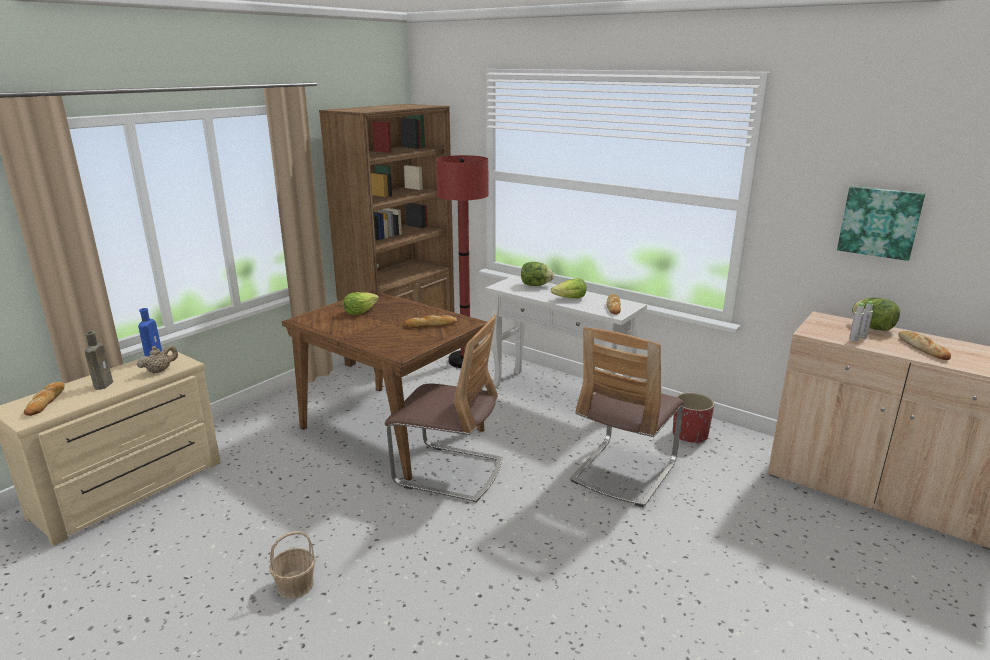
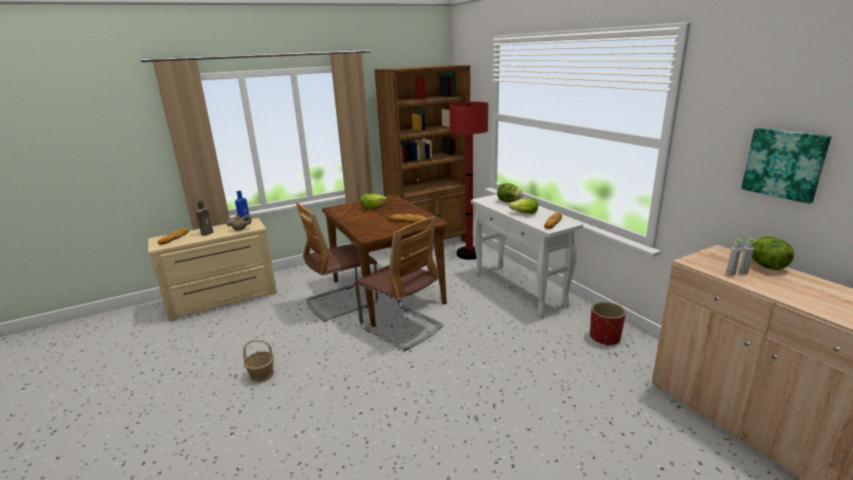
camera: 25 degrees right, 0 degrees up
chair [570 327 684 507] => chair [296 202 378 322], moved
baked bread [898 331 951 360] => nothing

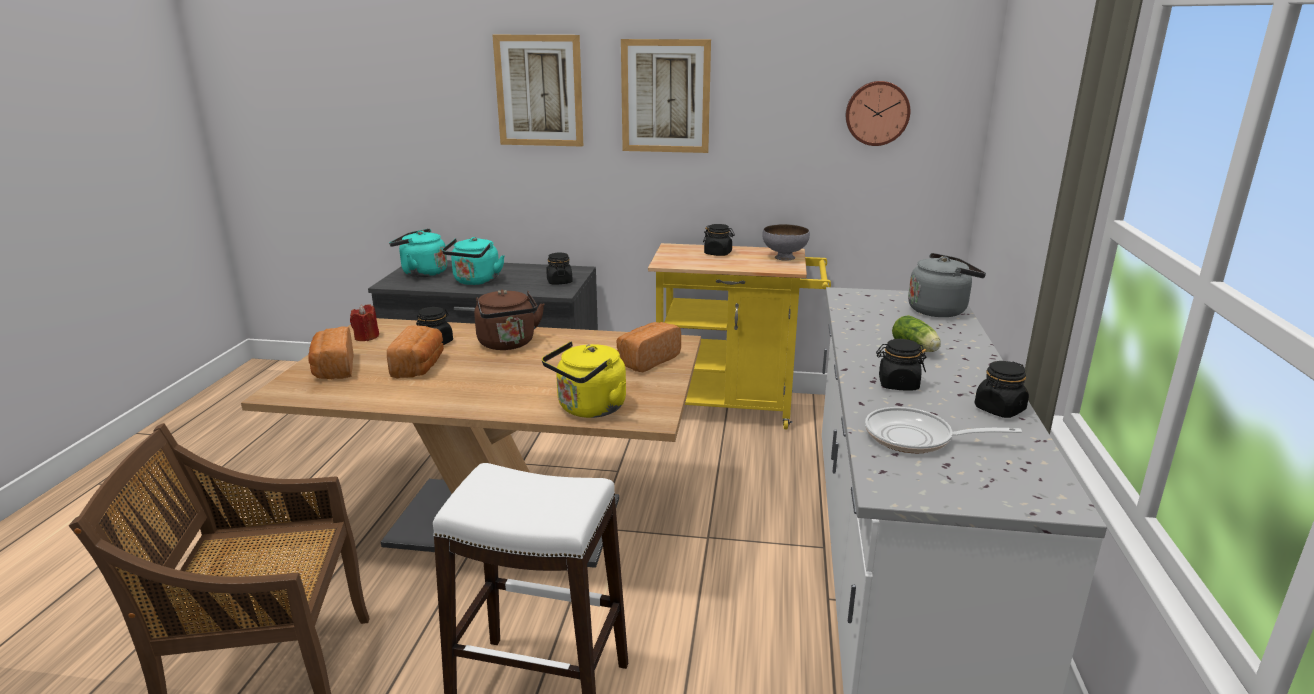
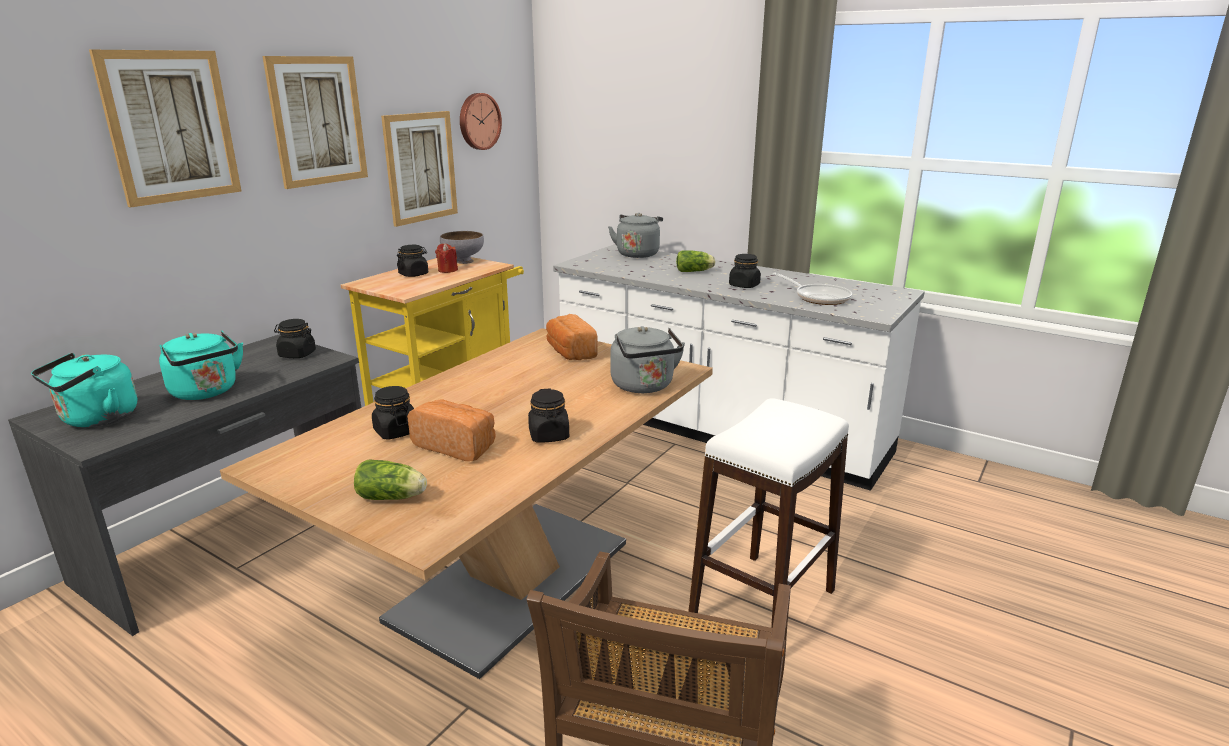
camera: 65 degrees left, 0 degrees up
brown water kettle [474 290 544 350] => nothing
reddish wax candle [350 304 379 341] => reddish wax candle [435 243 458 273], moved
baked bread [308 326 353 379] => head of lettuce [354 459 427 500]
yellow water kettle [542 341 626 418] => gray water kettle [610 326 685 393]
blackish storage jar [974 361 1029 418] => blackish storage jar [528 388 569 443], moved
skillet [865 407 1022 453] => skillet [772 272 852 305], 75 degrees counterclockwise
nothing => wall art [381 111 458 227]

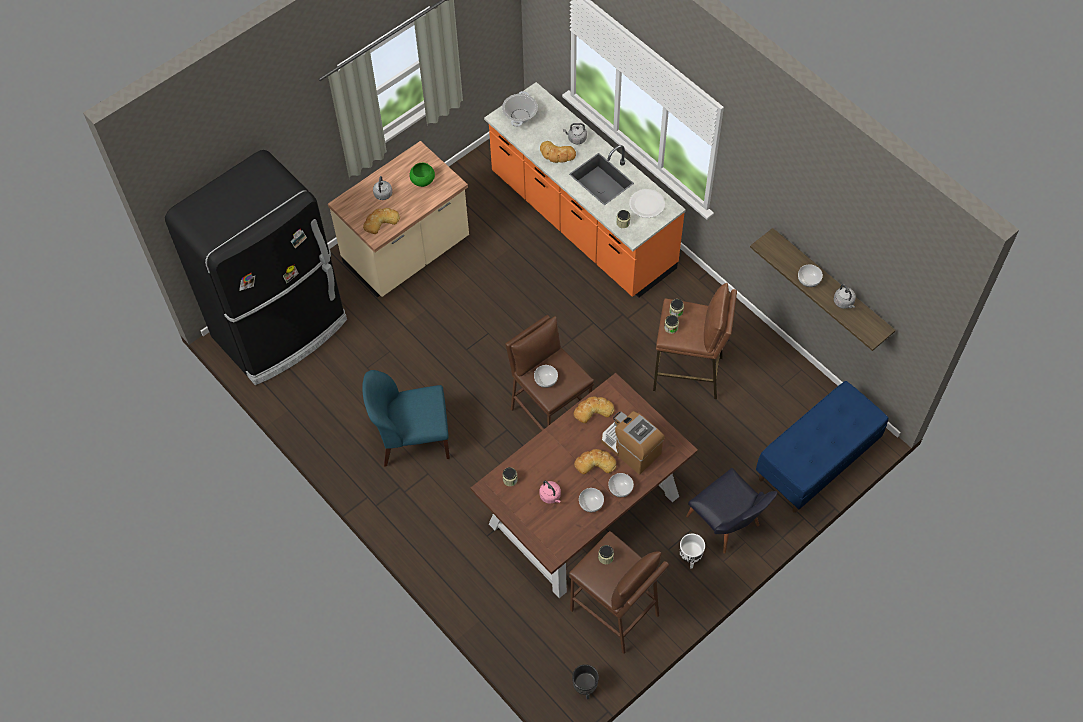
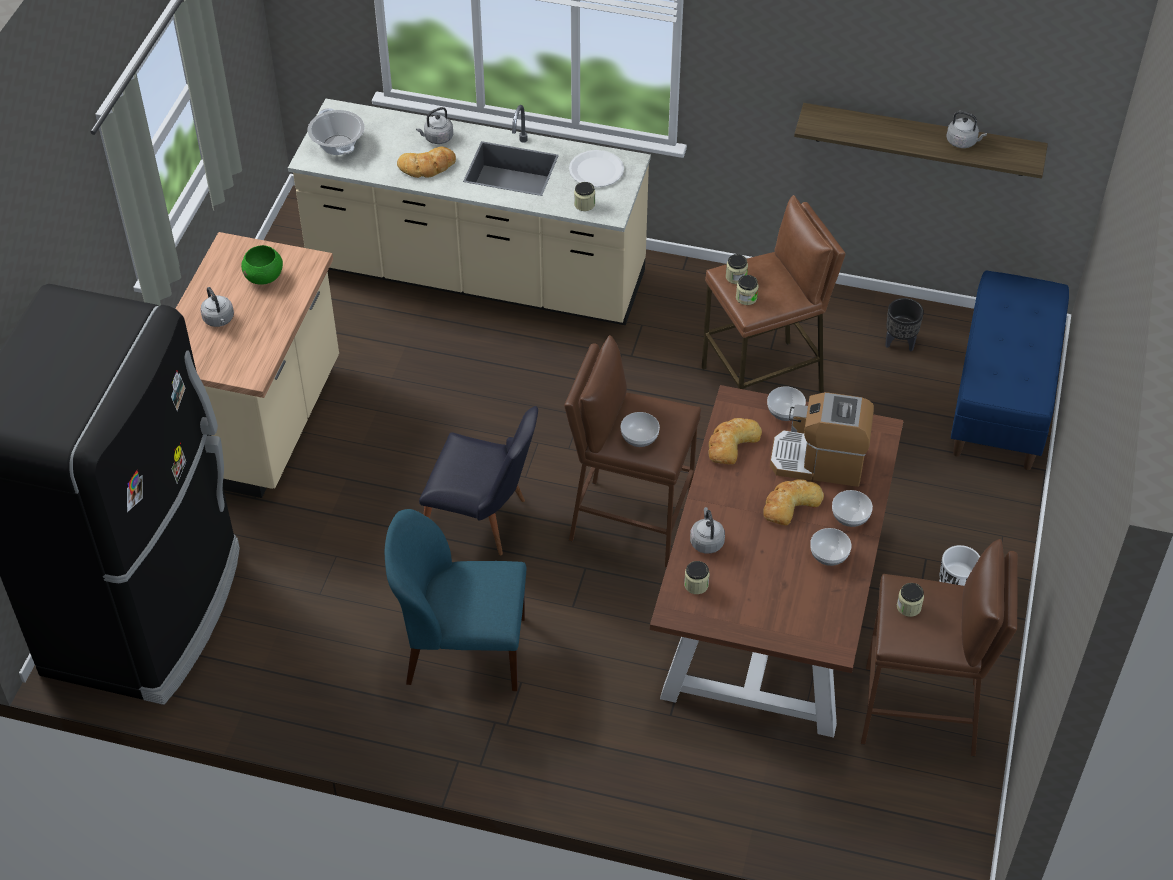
camera: 35 degrees left, 10 degrees down
orange kitchen base unit [484 82 686 297] => sand-coloured kitchen base unit [288 98 651 325]
baked bread [363 208 400 234] => nothing
serving bowl [798 265 823 287] => serving bowl [767 386 806 421], moved
blue-coloured chair [362 370 450 467] => blue-coloured chair [385 509 527 691], 45 degrees clockwise
blackish chair [686 468 778 554] => blackish chair [419 406 538 555], moved
pinkish water kettle [539 481 561 503] => nothing
blackish flower pot [572 664 599 699] => blackish flower pot [885 298 924 352], moved
nothing => gray water kettle [690 507 725 554]

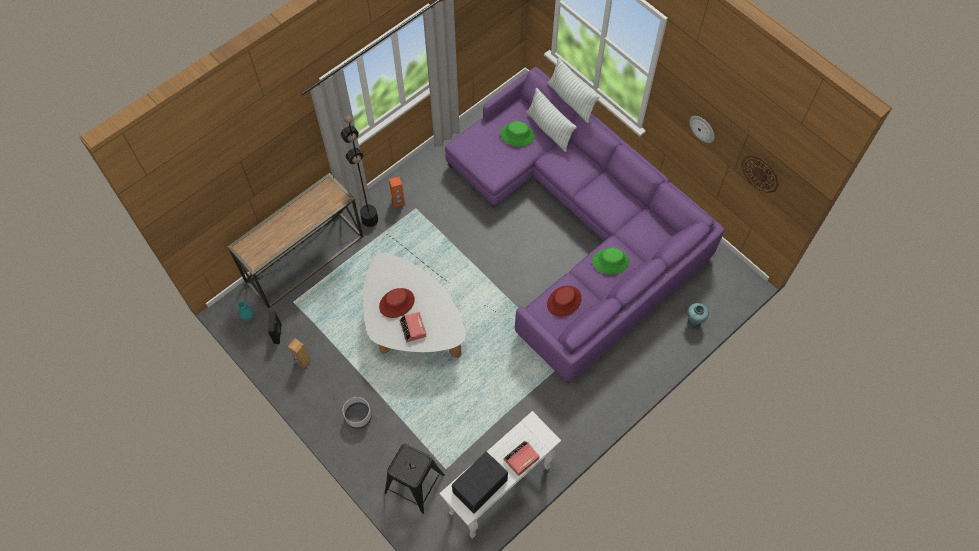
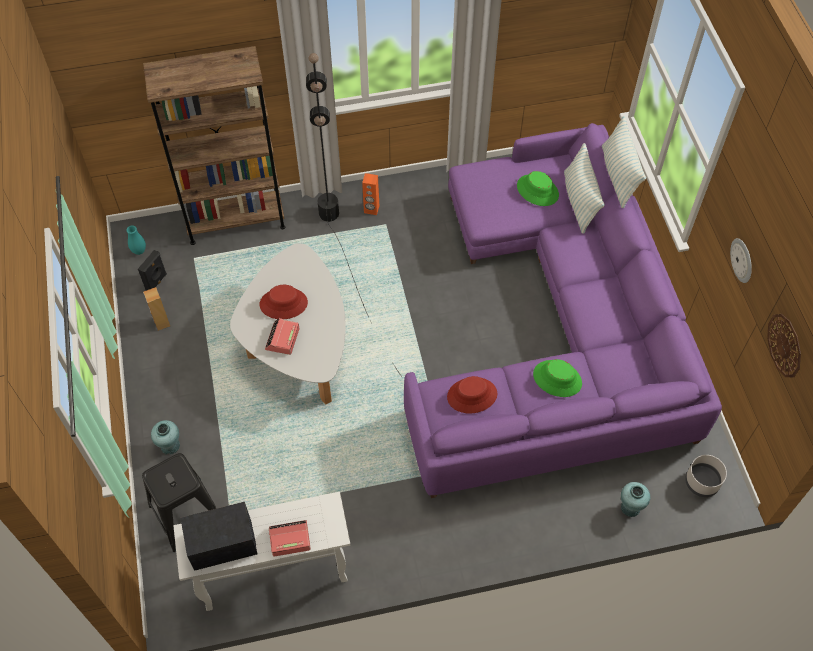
camera: 30 degrees right, 5 degrees down
narrow table [227 173 363 308] => brown shelving unit [143 46 285 245]
gray flower pot [343 397 372 429] => gray flower pot [685 455 727 497], moved
nothing => turquoise-coloured vase [151 420 180 455]

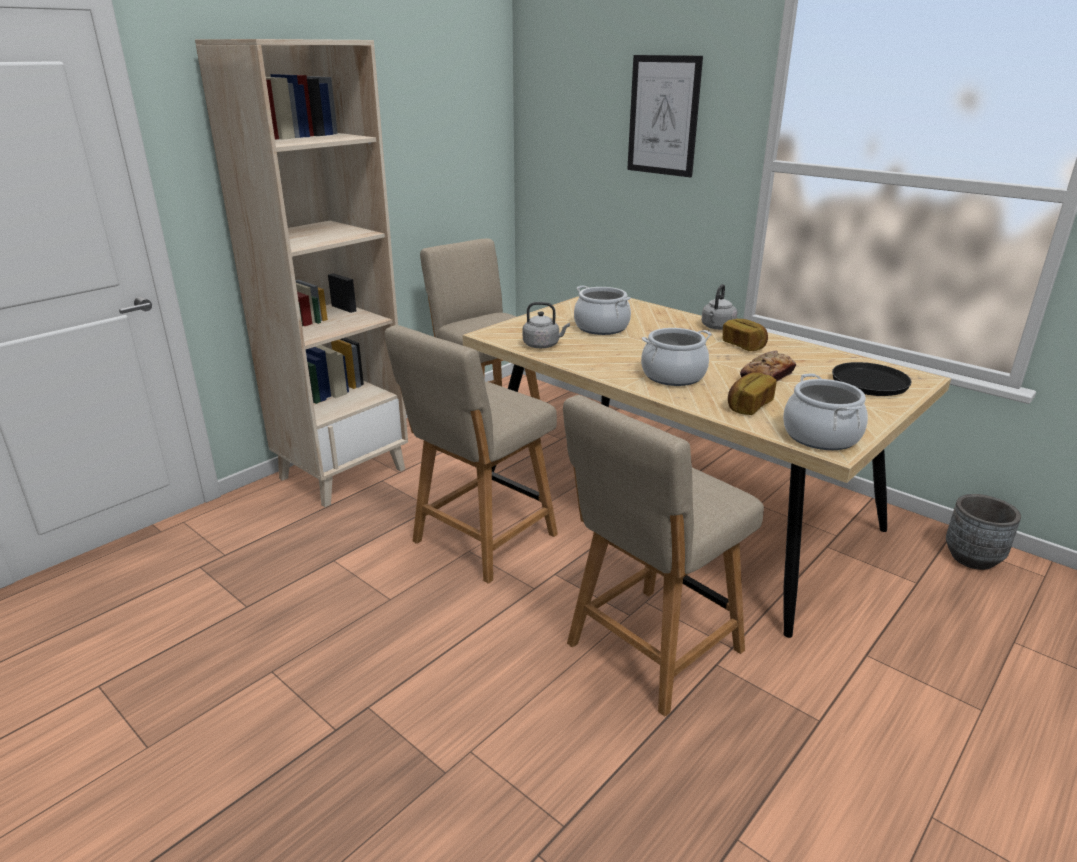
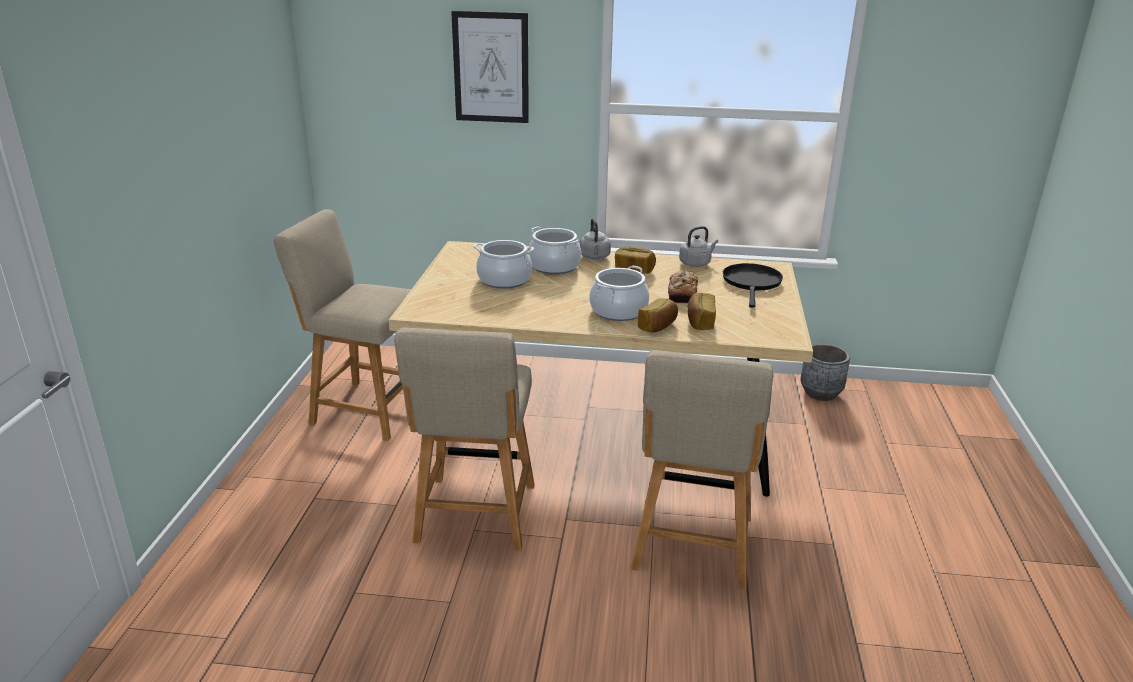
camera: 35 degrees left, 0 degrees up
sand-coloured shelving unit [195 39 408 507] => nothing
gray water kettle [523 302 570 348] => gray water kettle [679 226 718 267], moved
stockpot [783 374 868 450] => stockpot [528 226 581 274], moved
nothing => baked bread [638 298 678 333]

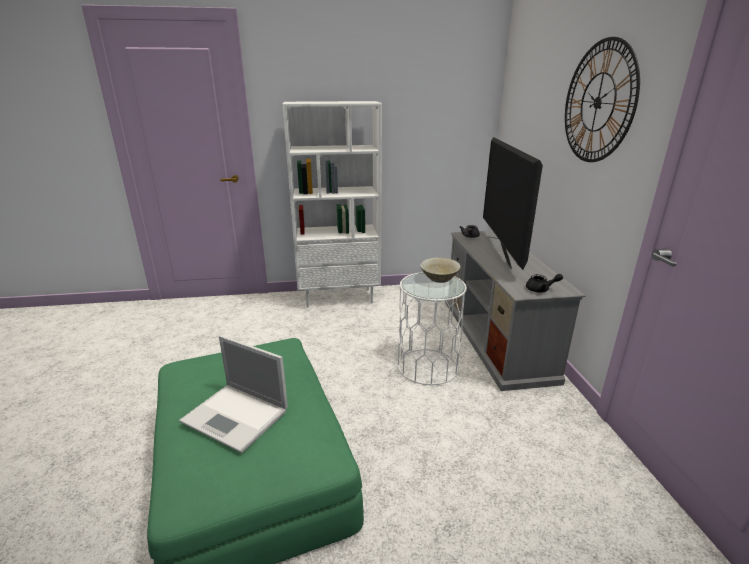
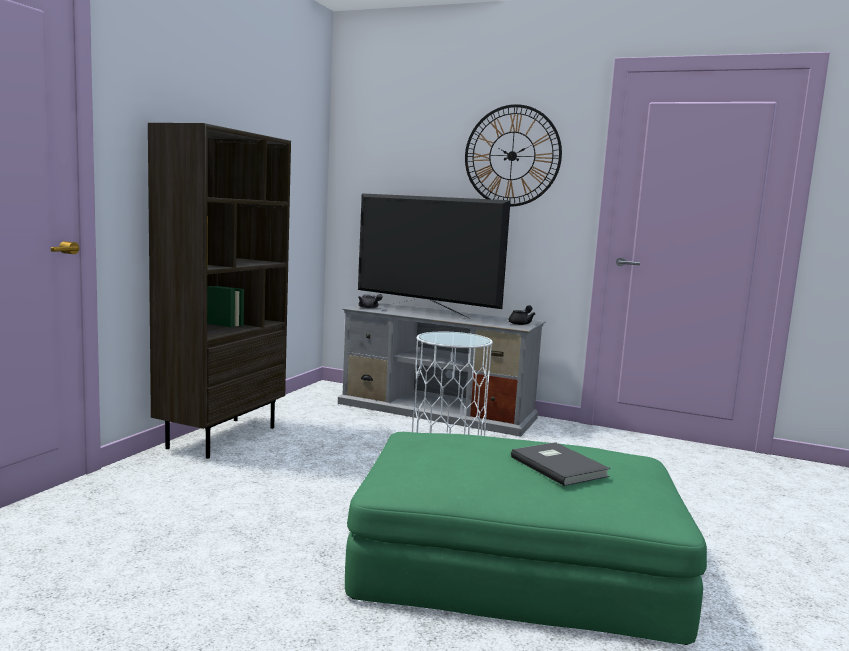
camera: 60 degrees left, 15 degrees down
whitish shelving unit [283 101 382 307] => brown shelving unit [148 123 291 459]
sand-coloured serving bowl [420 258 461 283] => nothing
notebook computer [179 335 288 453] => gray book [511 442 610 486]

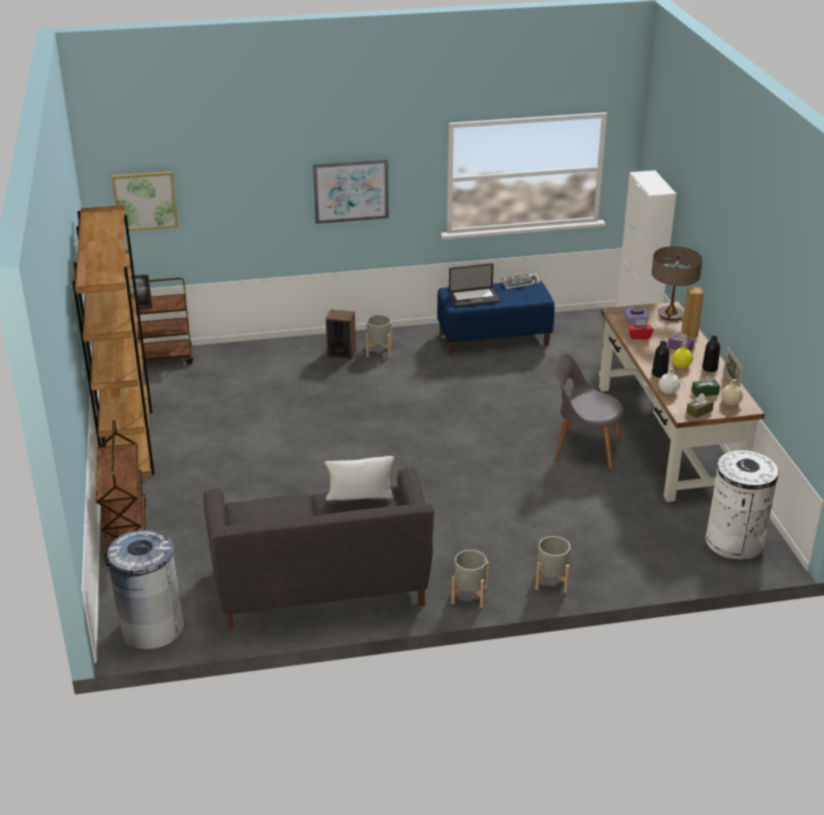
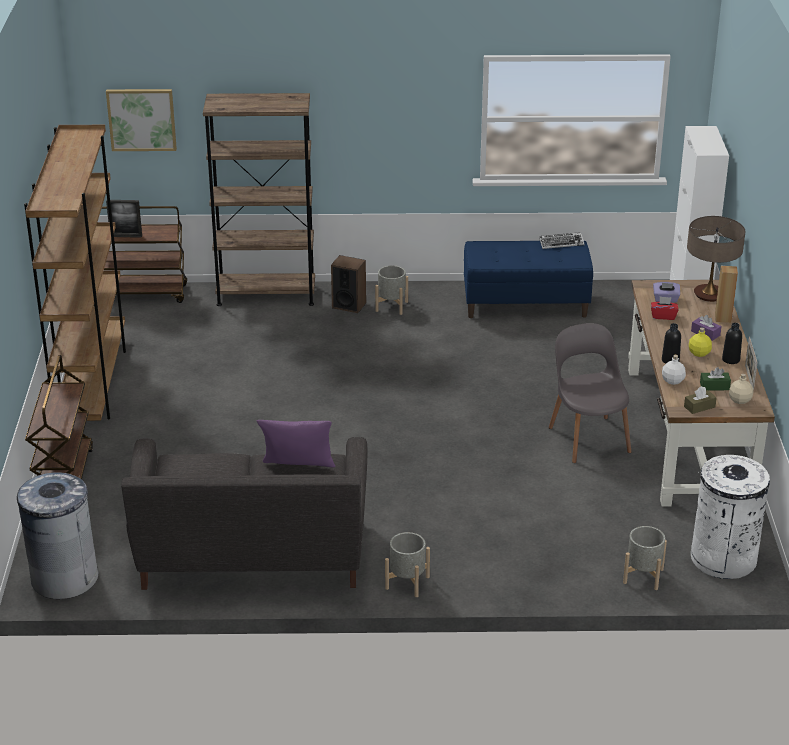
camera: 10 degrees right, 0 degrees up
wall art [313 159 389 224] => nothing
notebook computer [449 263 500 307] => nothing
gray chair [555 353 624 469] => gray chair [549 323 631 463], 45 degrees clockwise
whitish throw pillow [325 456 394 501] => purple throw pillow [257 420 335 468]
gray flower pot [535 536 571 593] => gray flower pot [623 526 667 590], moved
nothing => brown shelving unit [203 93 315 306]

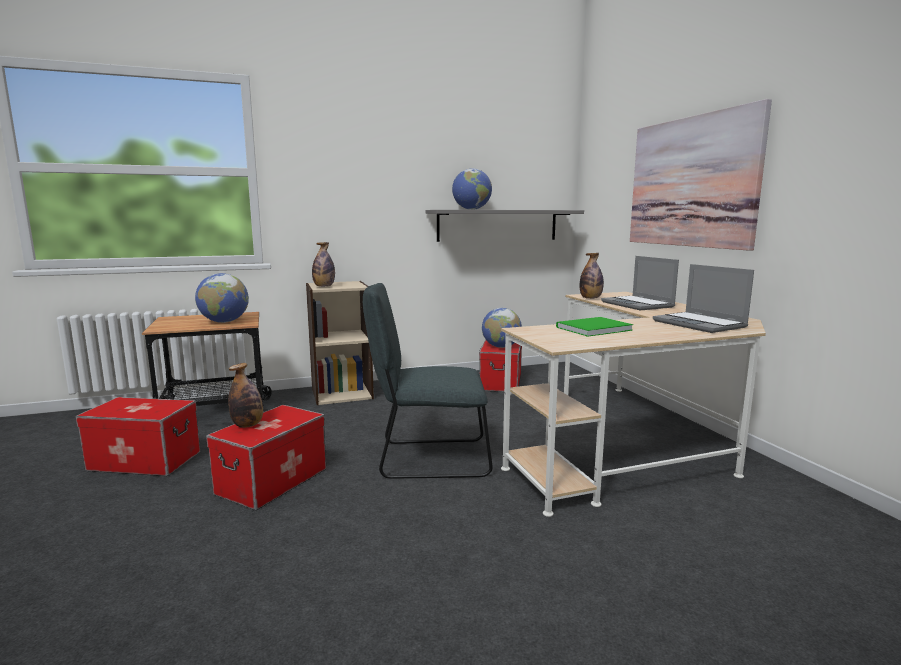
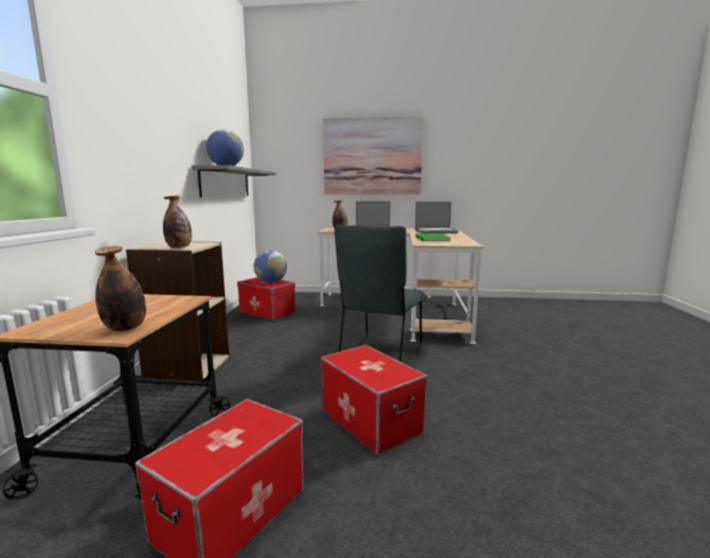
camera: 65 degrees left, 0 degrees up
world globe [195 273 249 323] => nothing
bottle [228 363 263 428] => bottle [95 246 146 331], moved

